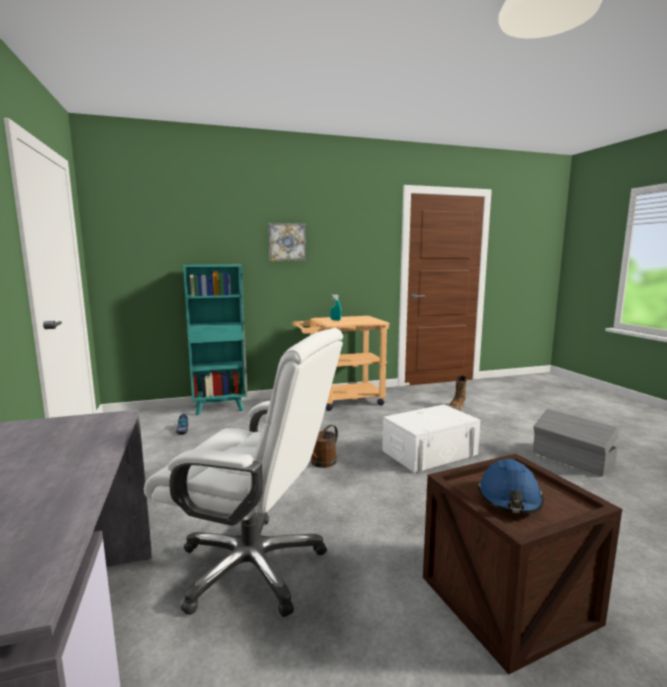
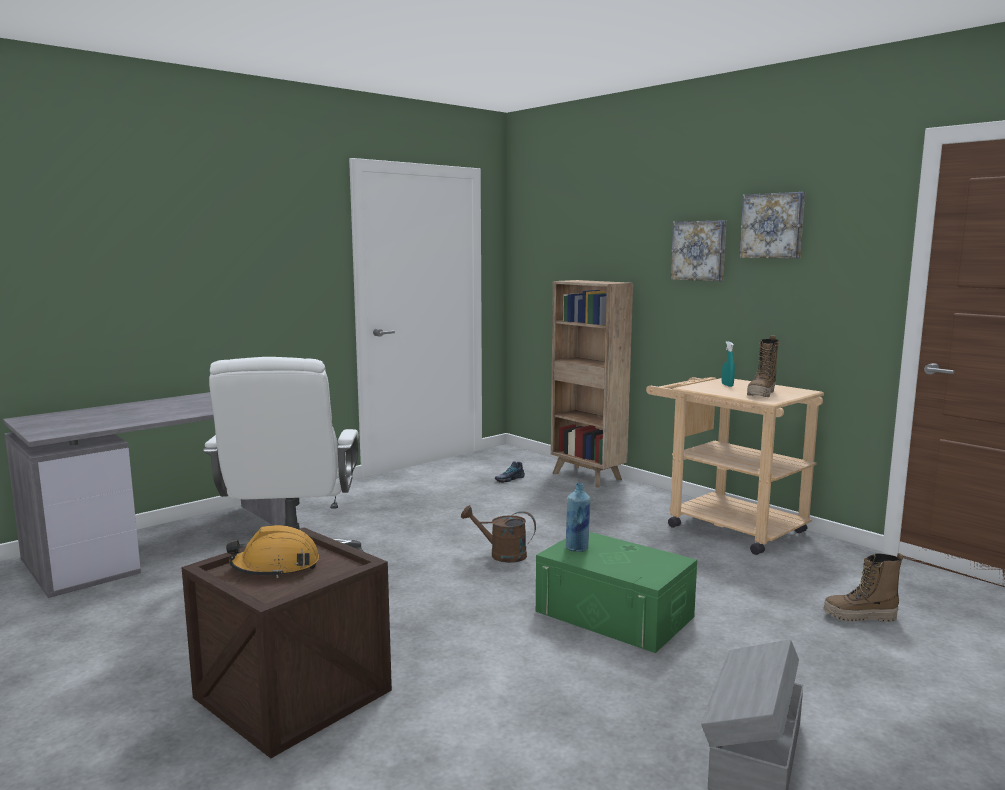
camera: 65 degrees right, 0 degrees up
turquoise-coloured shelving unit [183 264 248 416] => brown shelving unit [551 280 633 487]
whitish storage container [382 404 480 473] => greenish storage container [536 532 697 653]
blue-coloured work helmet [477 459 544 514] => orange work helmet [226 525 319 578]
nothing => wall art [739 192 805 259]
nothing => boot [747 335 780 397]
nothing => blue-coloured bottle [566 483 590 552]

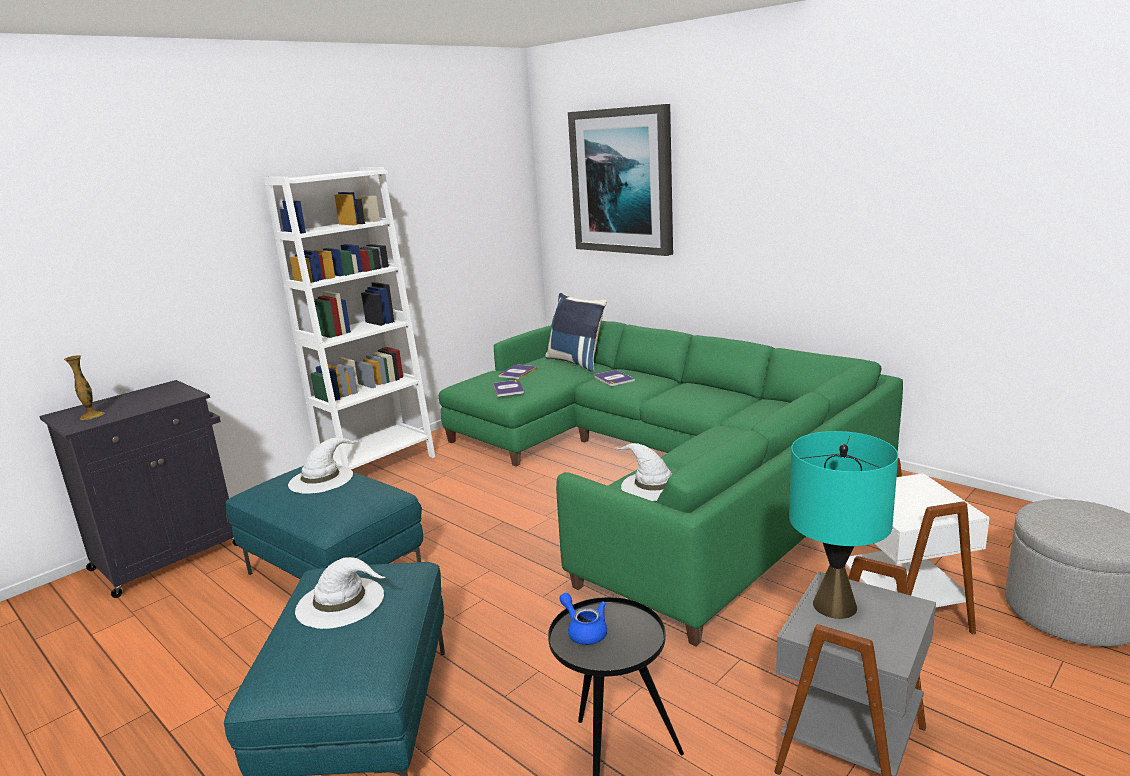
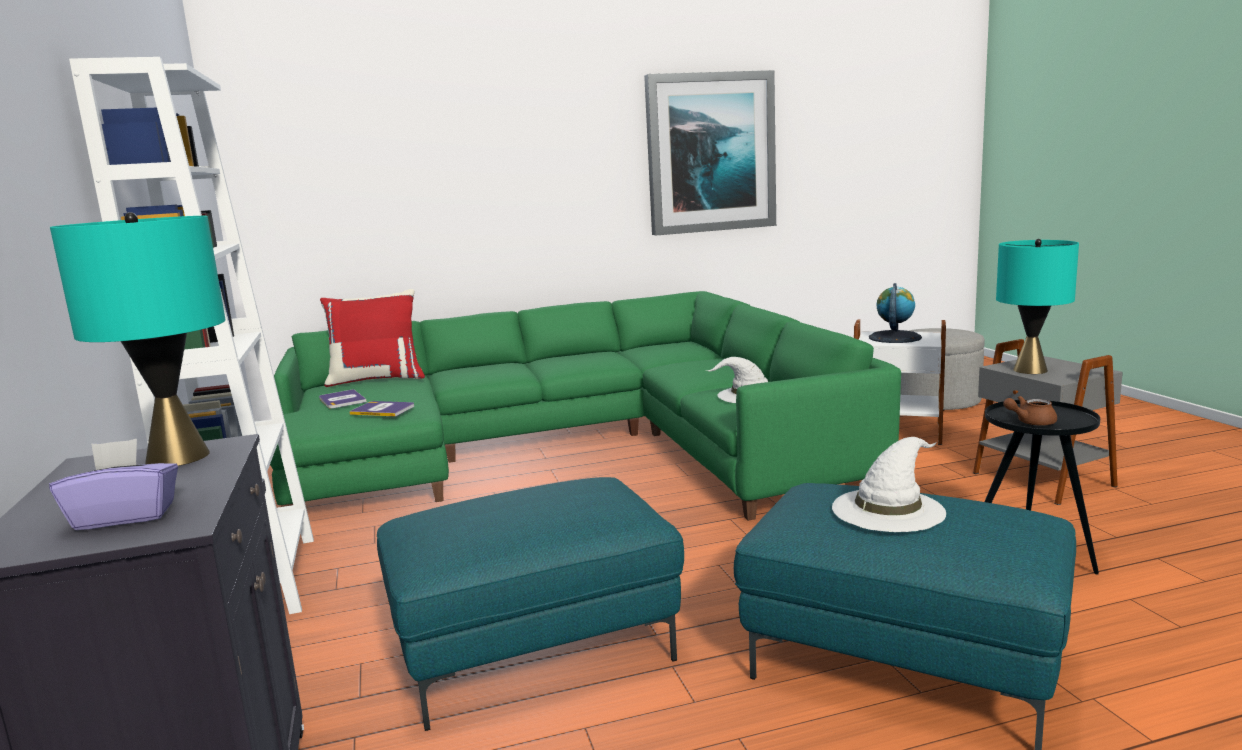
camera: 60 degrees left, 5 degrees down
wall art [568 104 673 256] => wall art [644 70 776 235], moved
blue-coloured throw pillow [545 293 607 372] => reddish throw pillow [320 289 425 387]
vase [64 355 104 420] => purple tissue holder [49 439 178 530]
book [594 370 635 386] => nothing
whitish wearable hat [288 437 360 494] => nothing
blue-coloured pot for tea [560 593 607 645] => brown pot for tea [1003 396 1057 426]
nothing => turquoise-coloured lamp for a table [50 212 225 466]
nothing => world globe [869 283 922 343]

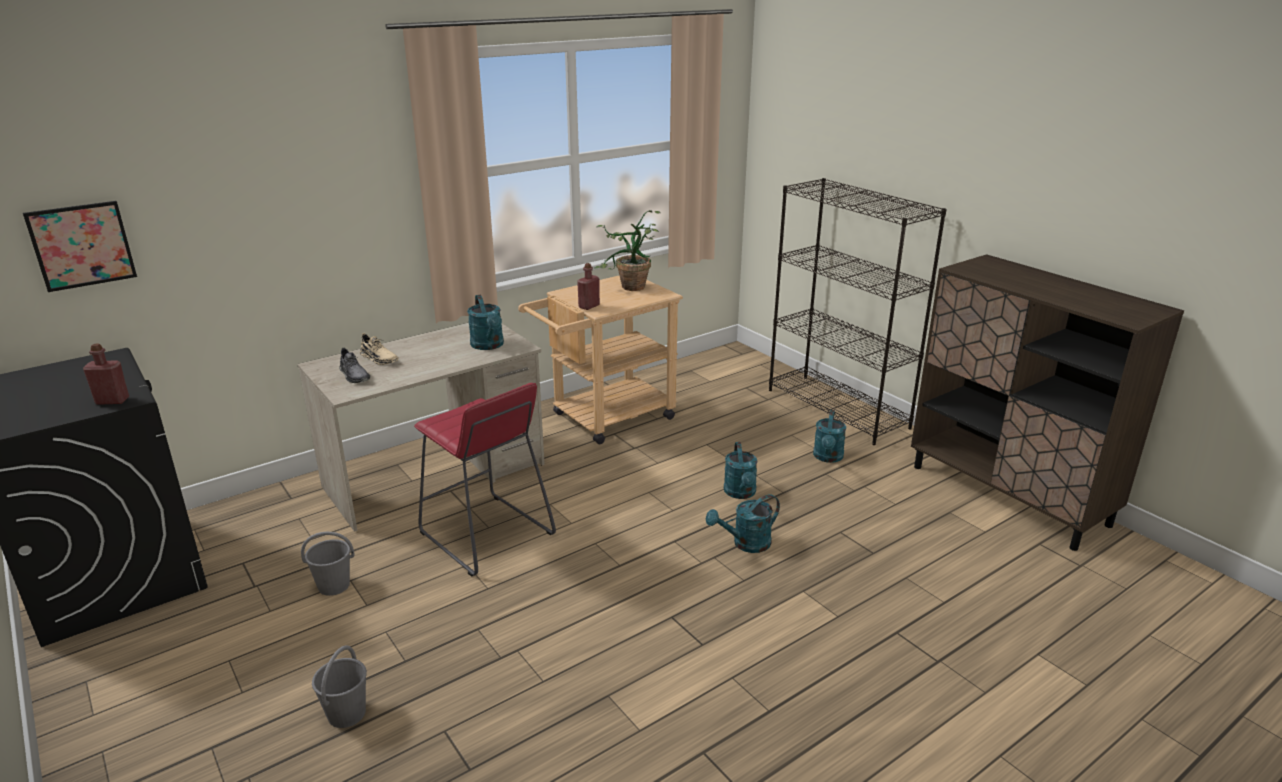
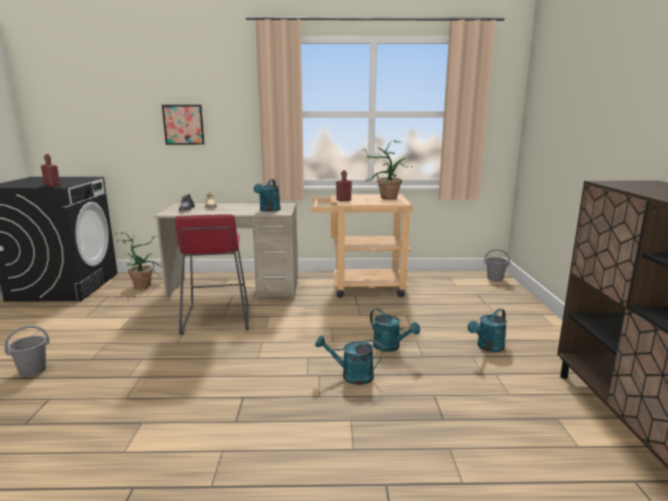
camera: 35 degrees right, 10 degrees down
blackish shelving unit [769 178 947 445] => nothing
wall art [23 201 137 292] => wall art [162 105 205 145], moved
turquoise-coloured watering pot [724 442 758 499] => turquoise-coloured watering pot [370 308 420 352], 75 degrees counterclockwise
gray pail [301 532 355 596] => gray pail [484 249 510 282], moved
nothing => houseplant [115 232 162 289]

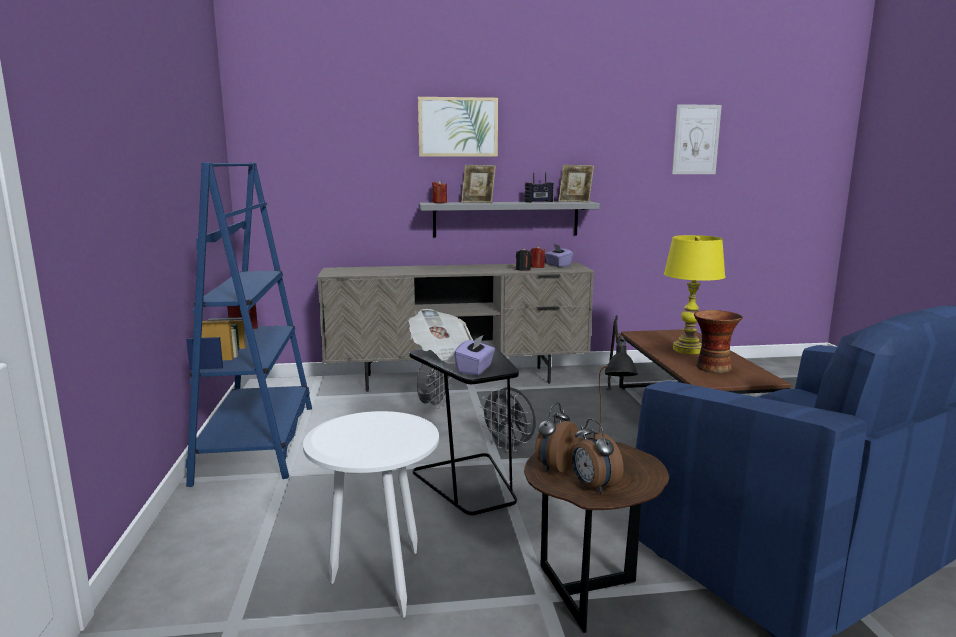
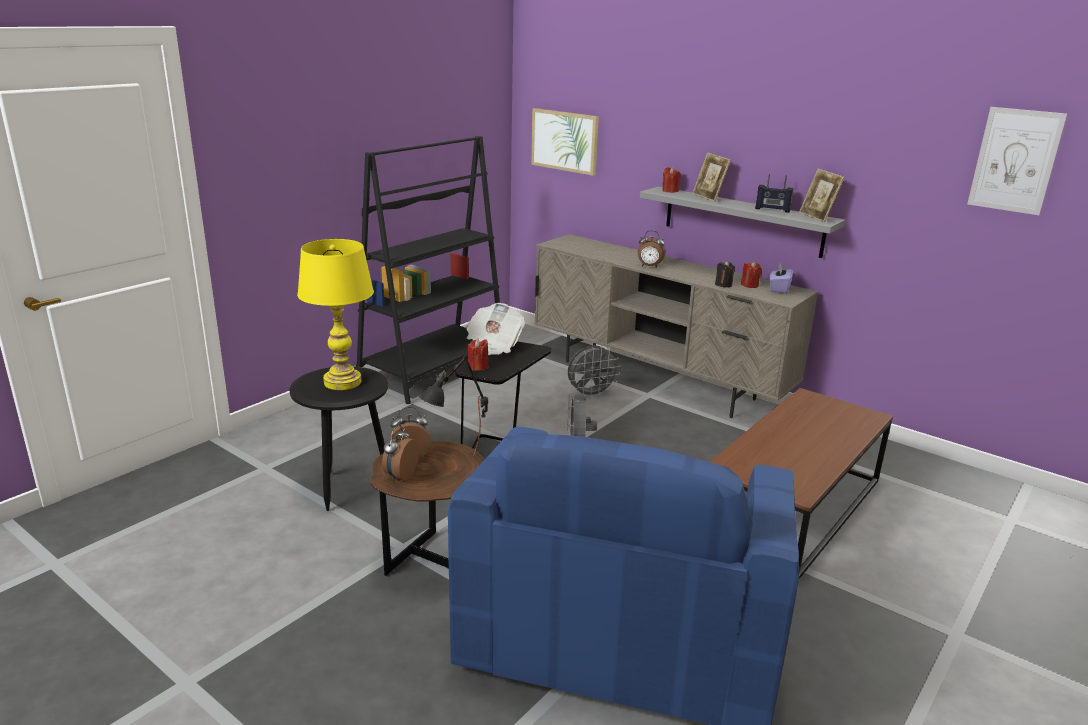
camera: 45 degrees right, 10 degrees up
wall art [418 97 498 157] => wall art [531 108 599 176], moved
blue-coloured shelving unit [185 162 312 487] => blackish shelving unit [356 136 500 404]
yellow lamp for a table [664 235 725 354] => yellow lamp for a table [297 239 374 390], moved
vase [694 310 743 373] => nothing
purple tissue holder [454 334 495 375] => reddish wax candle [467 338 489 371]
whitish end table [303 411 439 618] => blackish end table [290 366 388 511]
nothing => table clock [638 231 665 267]

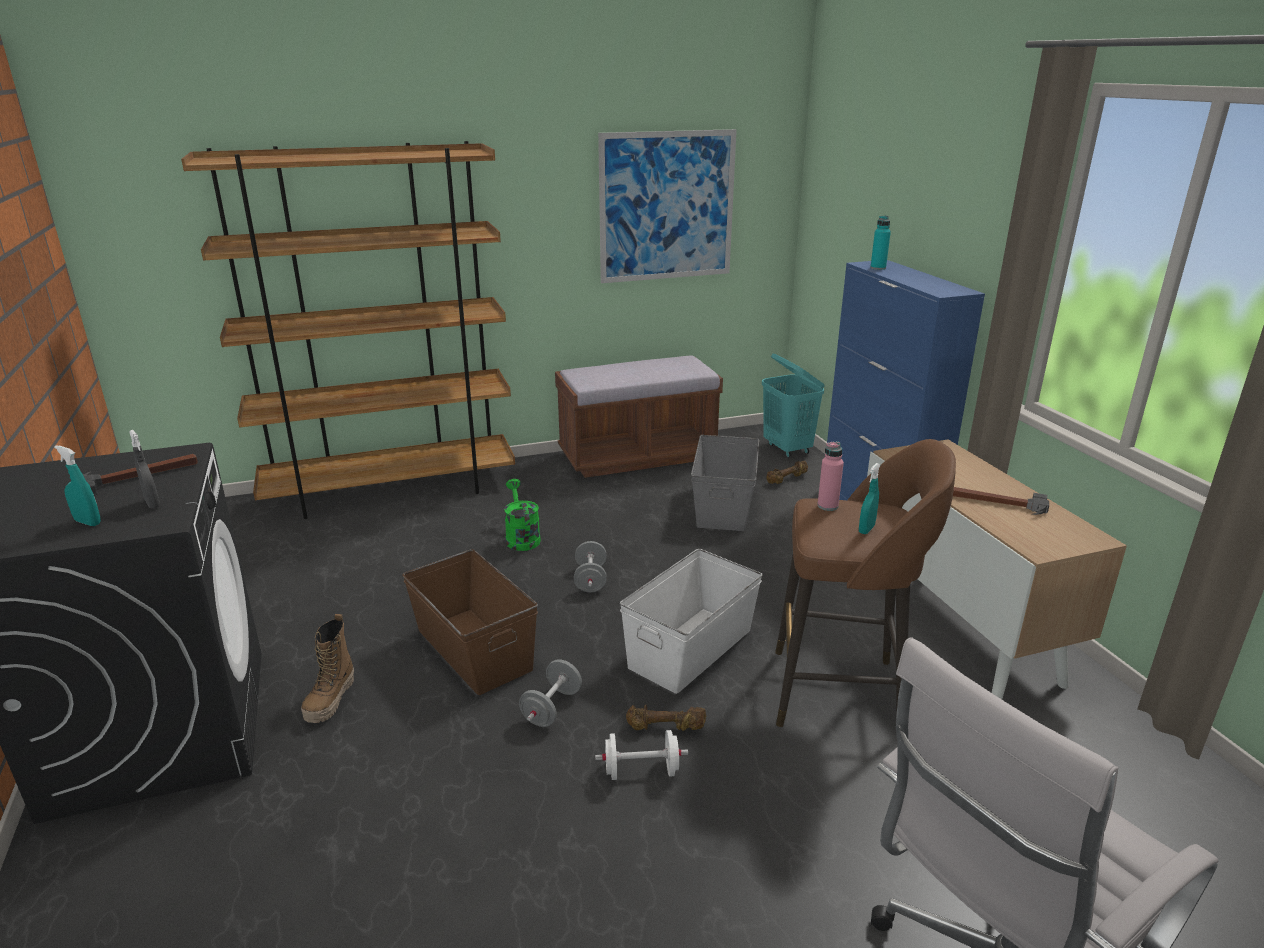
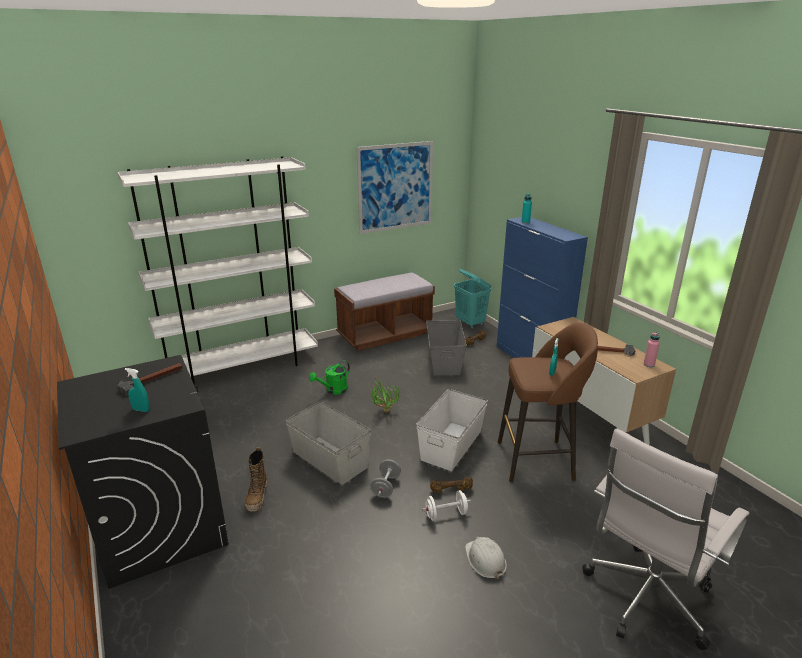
camera: 10 degrees left, 0 degrees up
brown shelving unit [181 141 515 519] => whitish shelving unit [117 156 318 385]
gray spray bottle [129 430 160 509] => nothing
pinkish bottle [817 441 844 511] => pinkish bottle [643 332 660 367], moved
greenish watering pot [504 479 541 551] => greenish watering pot [309 360 350 395], 105 degrees counterclockwise
gray hand weight [574 541 607 592] => houseplant [369 376 400 413]
brown storage container [402 549 538 695] => gray storage container [286 402 371 485]
nothing => whitish work helmet [465 536 507 579]

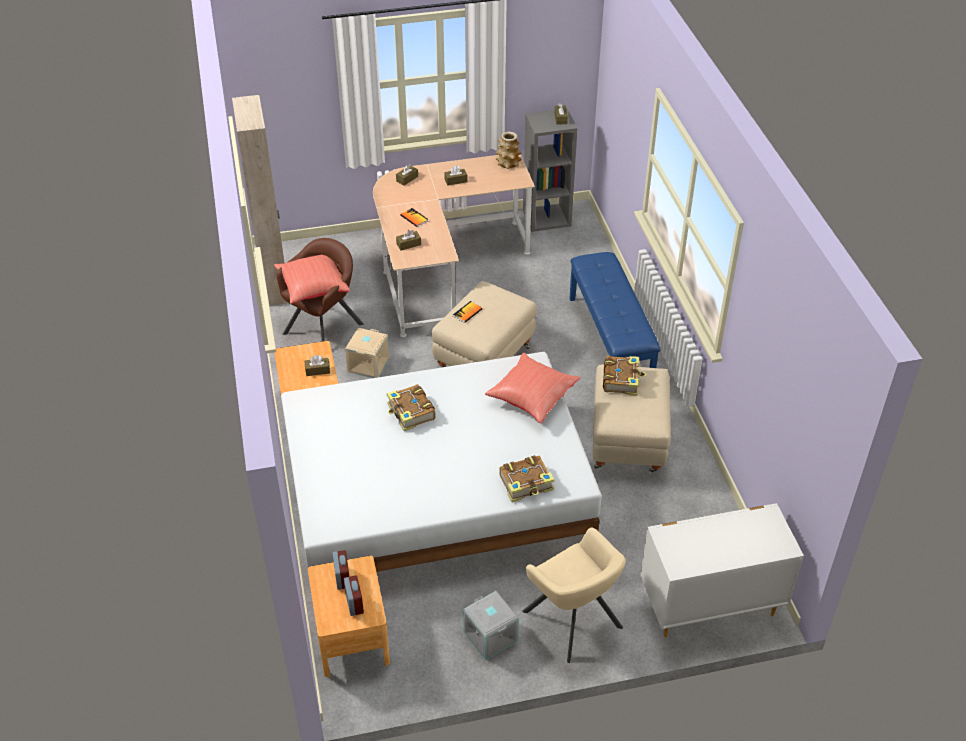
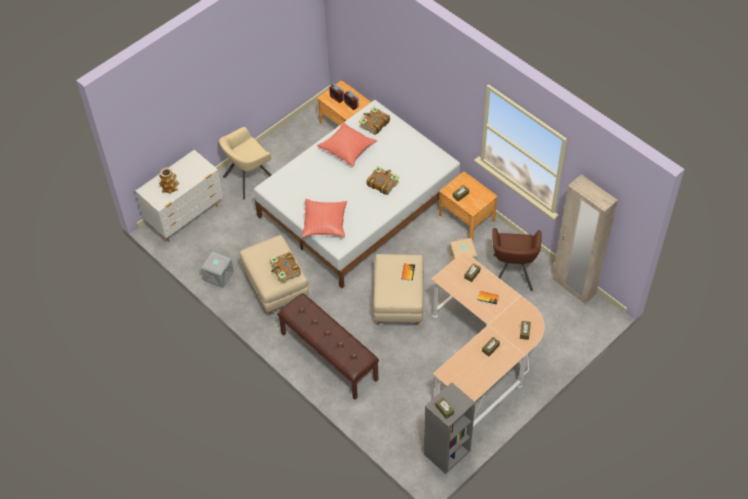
camera: 150 degrees right, 10 degrees up
vase [496 131 522 169] => vase [159 167 179 194], moved
blue-coloured long seat [569 252 661 368] => brown long seat [277 293 379 400]
reddish throw pillow [274 255 350 304] => reddish throw pillow [317 122 377 166], moved
book [499 455 554 502] => book [359 106 390 135], moved
sand-coloured lounge chair [522 528 626 663] => sand-coloured lounge chair [219 127 272 200], 60 degrees counterclockwise
gray storage container [463 591 519 660] => gray storage container [201 251 234 288], moved

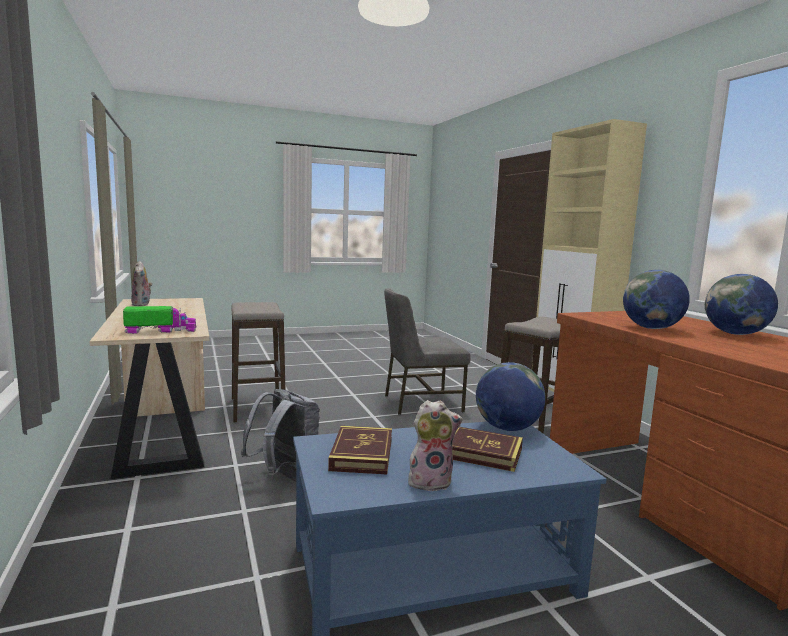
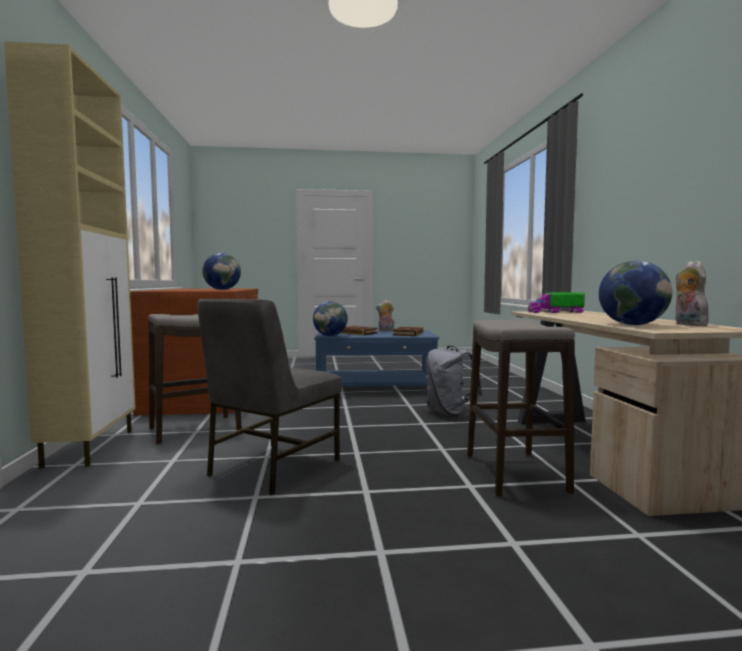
camera: 165 degrees left, 5 degrees down
world globe [705 274 778 335] => world globe [599 261 672 325], moved
gray chair [384 288 471 415] => gray chair [198 299 342 495], 120 degrees clockwise

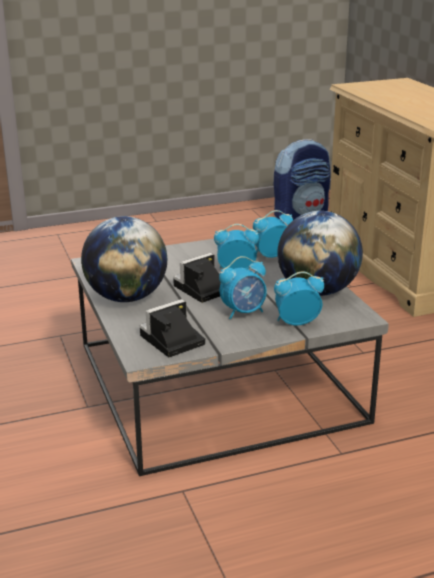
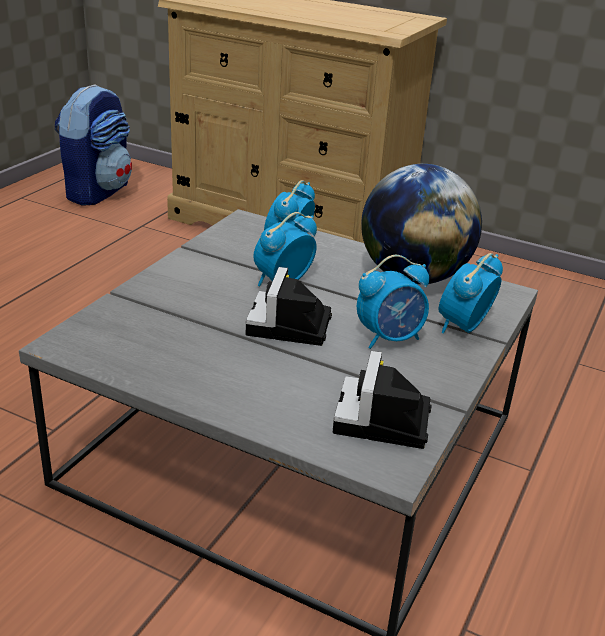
camera: 45 degrees left, 5 degrees up
world globe [81 216 167 302] => nothing
table clock [219 256 267 319] => table clock [357 255 429 349], 45 degrees clockwise

